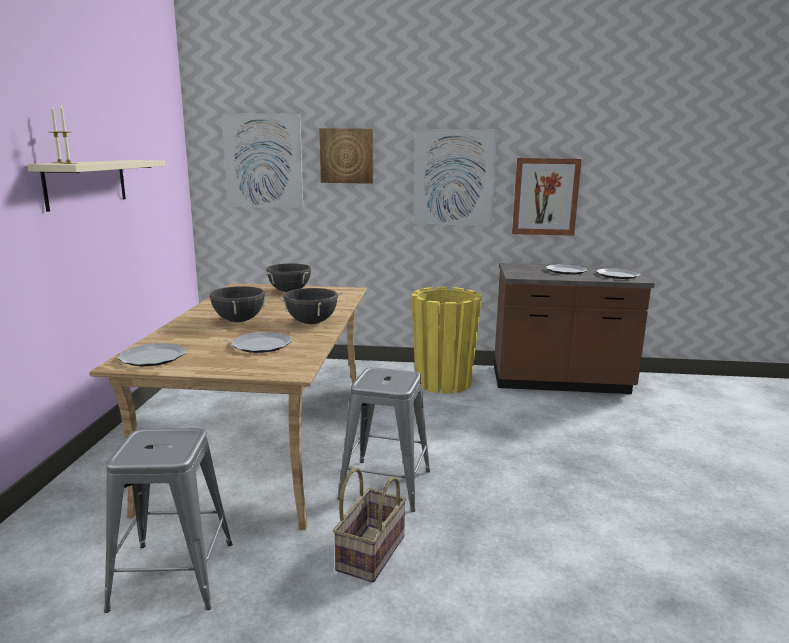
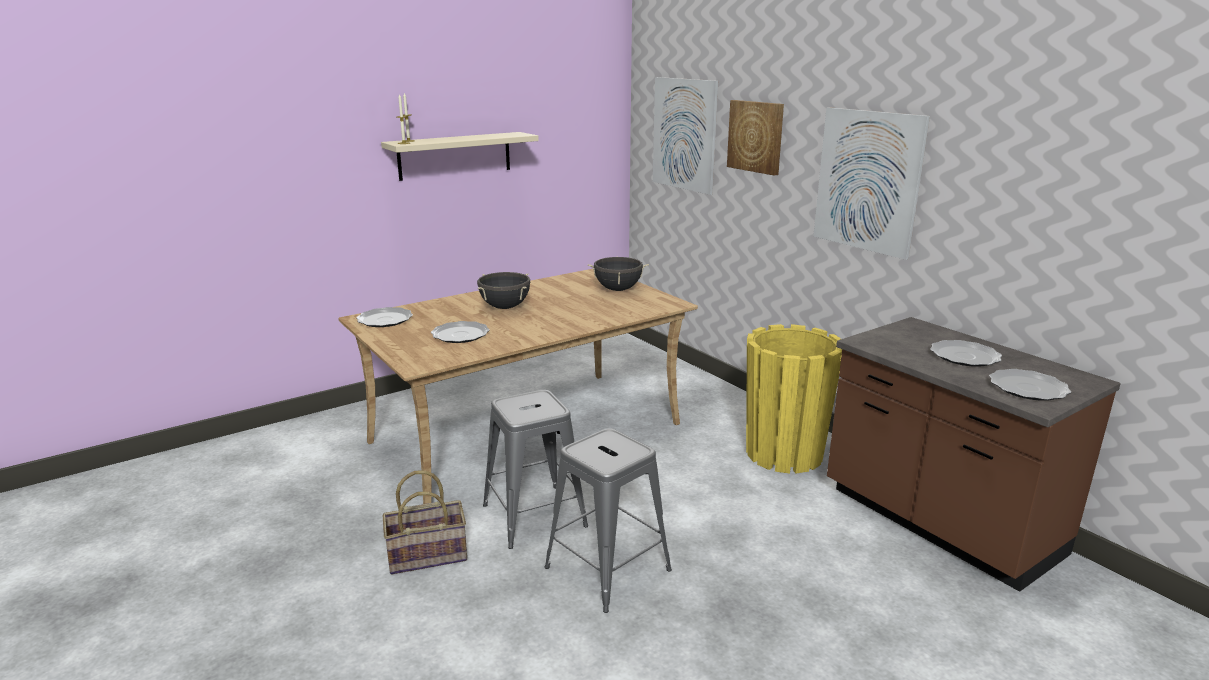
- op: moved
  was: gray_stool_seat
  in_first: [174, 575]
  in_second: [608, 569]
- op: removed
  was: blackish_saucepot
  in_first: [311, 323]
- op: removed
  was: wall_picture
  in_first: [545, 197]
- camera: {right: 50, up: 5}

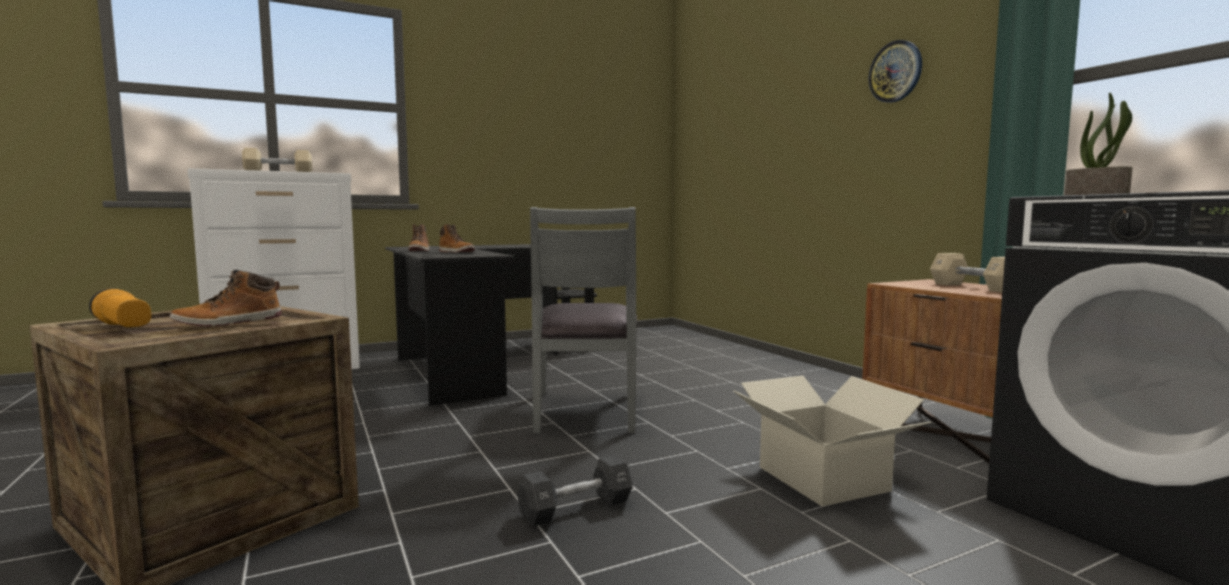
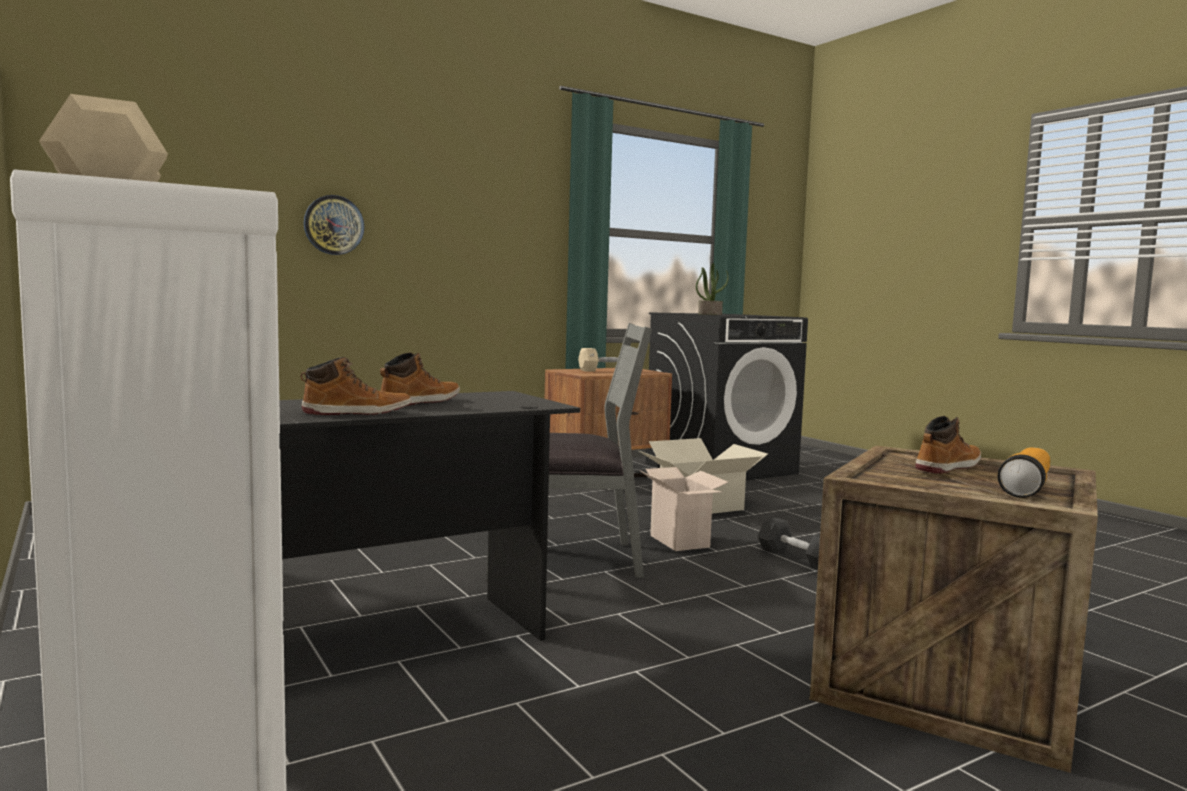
- op: moved
  was: wall_clock
  in_first: [895, 72]
  in_second: [333, 225]
- op: added
  now: carton
  in_second: [682, 541]
- op: turned
  was: high-top_boot
  in_first: [230, 322]
  in_second: [947, 467]
  clockwise: -75
- camera: {right: -95, up: 0}

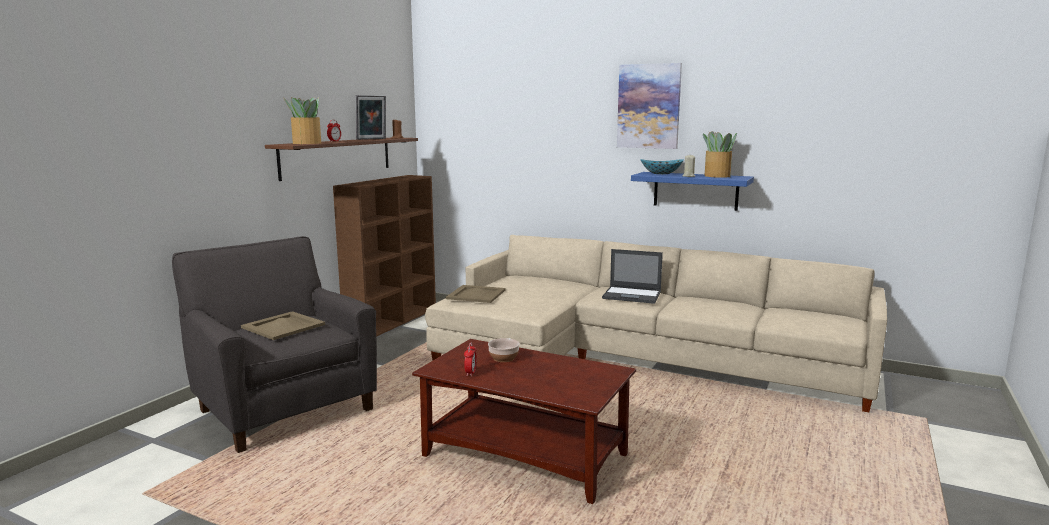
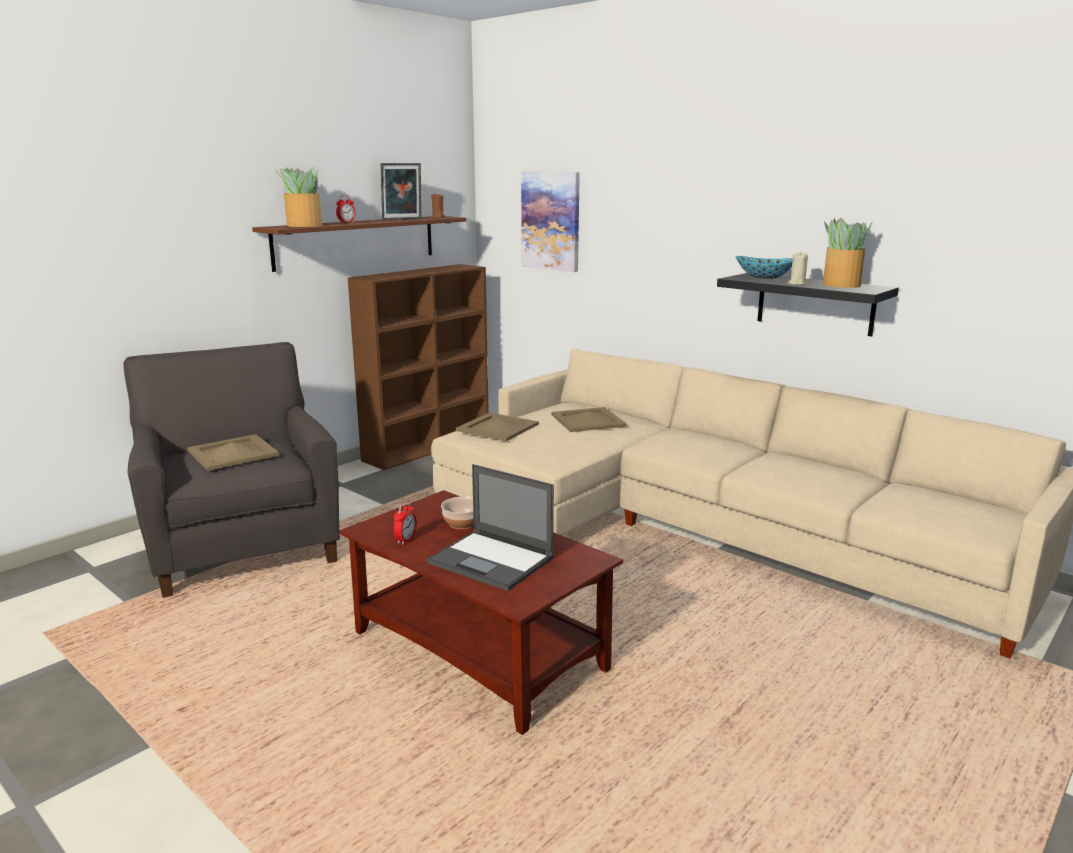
- op: moved
  was: portable_computer
  in_first: [632, 295]
  in_second: [492, 560]
- op: moved
  was: wall_picture
  in_first: [649, 106]
  in_second: [551, 221]
- op: added
  now: beige_serving_tray
  in_second: [587, 420]
- op: recoloured
  was: bluish_shelf
  now: blackish_shelf
  in_first: [695, 191]
  in_second: [815, 304]
- camera: {right: 15, up: 5}

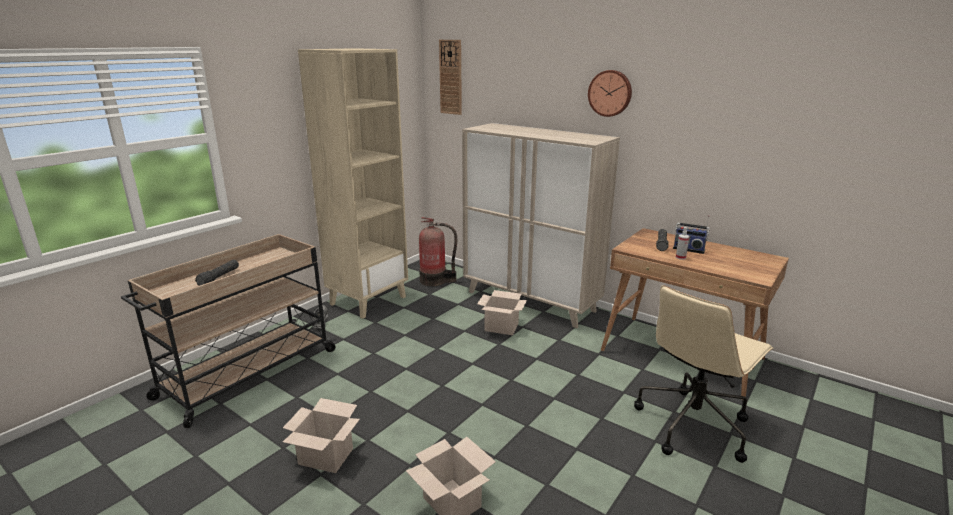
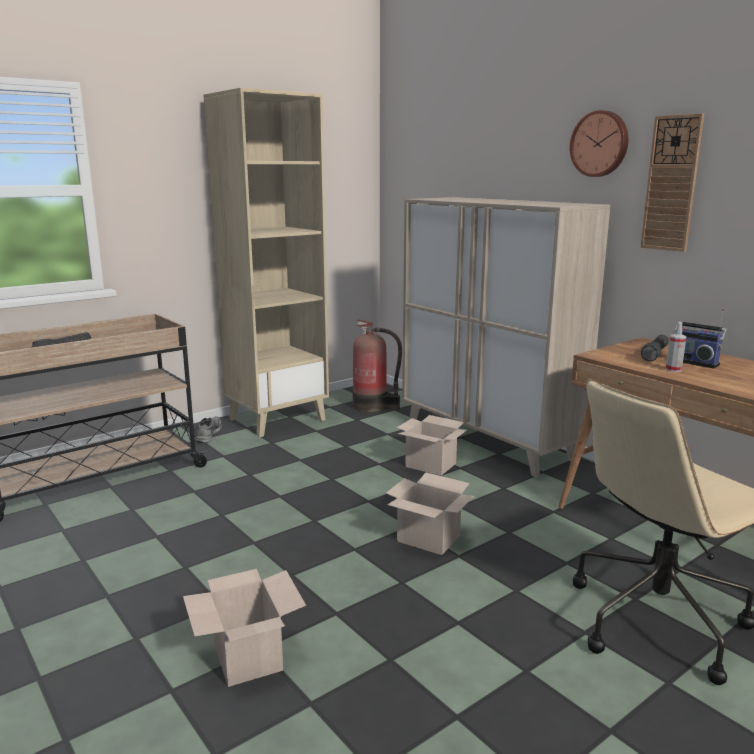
- op: moved
  was: carton
  in_first: [324, 457]
  in_second: [426, 539]
- op: moved
  was: wall_clock
  in_first: [451, 77]
  in_second: [671, 184]
- camera: {right: 15, up: -5}

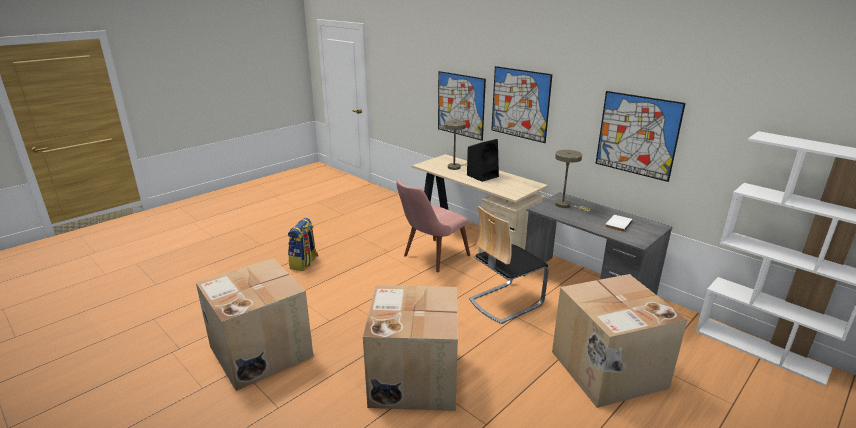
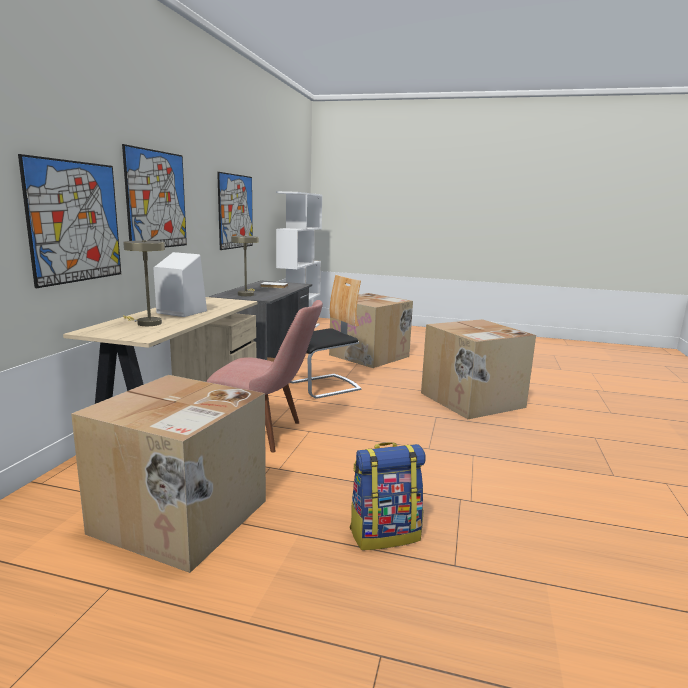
- op: moved
  was: carton
  in_first: [259, 351]
  in_second: [181, 518]
- op: recoloured
  was: blackish_loudspeaker
  now: white-coloured_loudspeaker
  in_first: [483, 175]
  in_second: [180, 312]
- op: turned
  was: upright_chair
  in_first: [505, 301]
  in_second: [323, 386]
  clockwise: -60
- camera: {right: -120, up: -10}

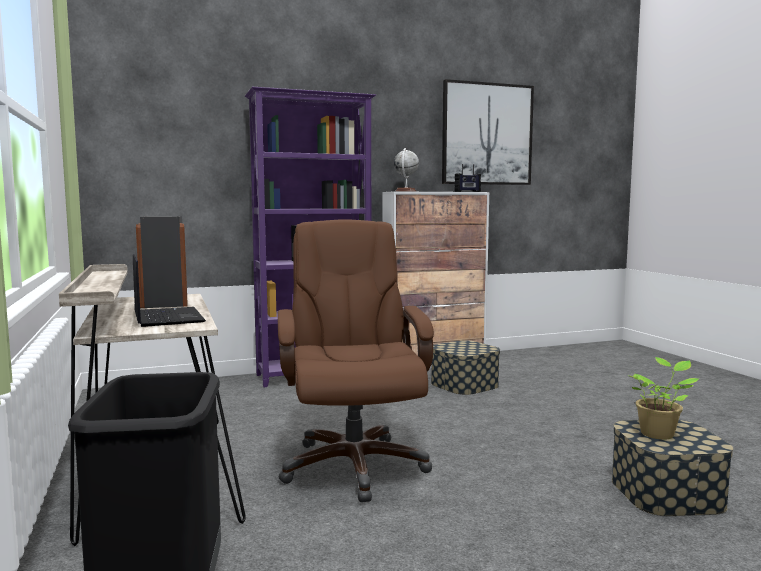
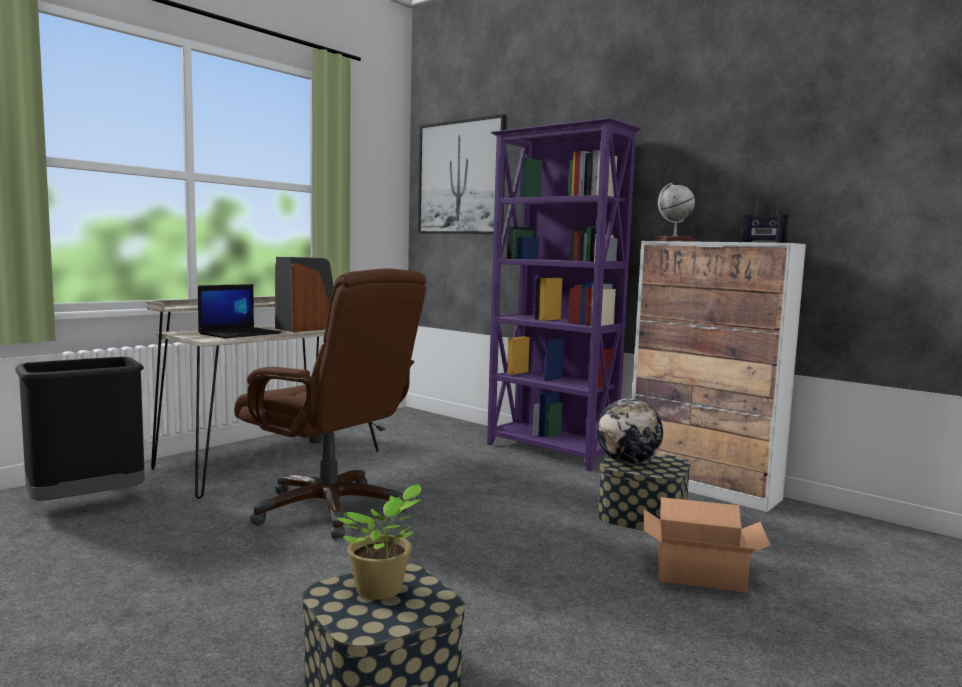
- op: turned
  was: brownish_office_chair
  in_first: [353, 465]
  in_second: [330, 509]
  clockwise: 75
- op: moved
  was: wall_picture
  in_first: [487, 134]
  in_second: [461, 178]
- op: added
  now: world_globe
  in_second: [627, 462]
- op: added
  now: carton
  in_second: [701, 573]
- camera: {right: 60, up: 0}

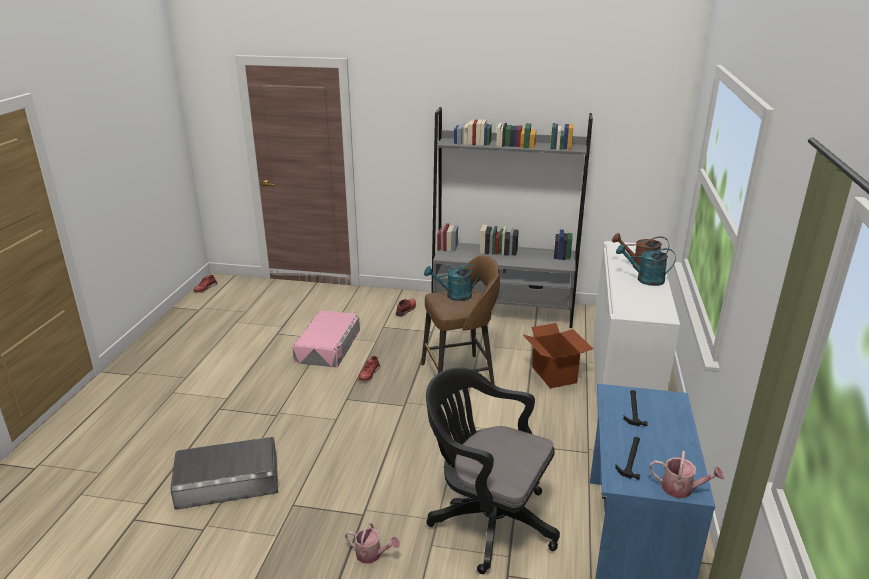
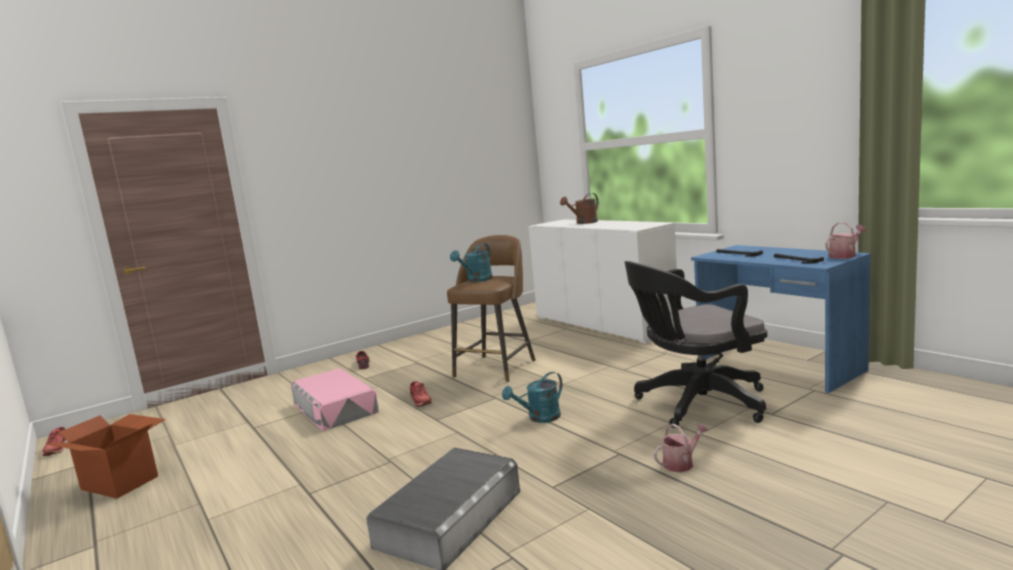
- op: moved
  was: carton
  in_first: [554, 374]
  in_second: [120, 482]
- op: moved
  was: turquoise-coloured_watering_pot
  in_first: [645, 279]
  in_second: [539, 418]
- op: removed
  was: gray_shelving_unit
  in_first: [503, 311]
- camera: {right: -45, up: -15}

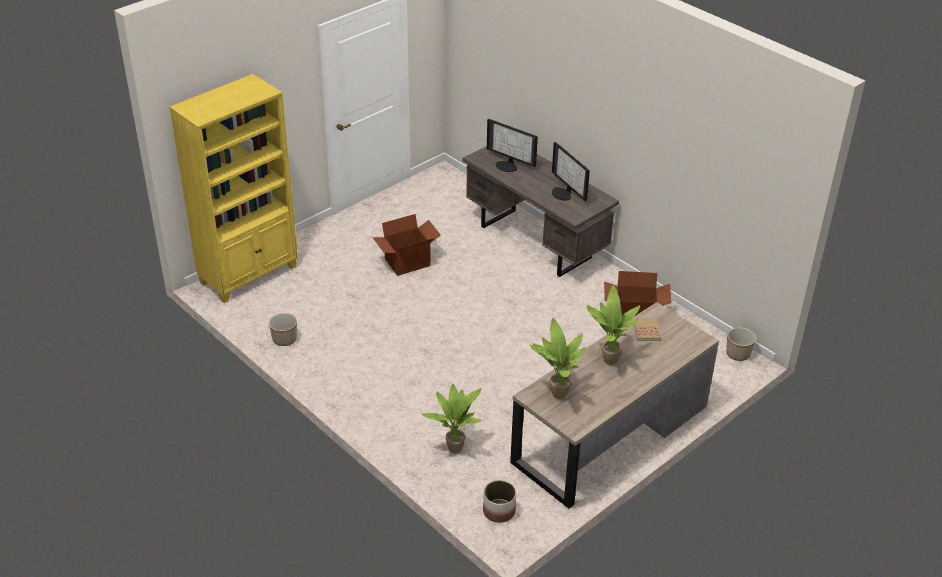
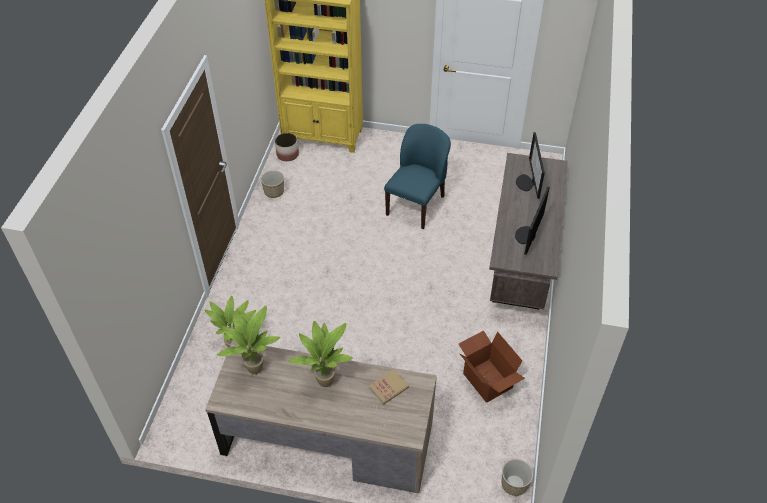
- op: moved
  was: plant_pot
  in_first: [499, 511]
  in_second: [287, 154]
- op: replaced
  was: carton
  now: bluish_upright_chair
  in_first: [407, 263]
  in_second: [416, 205]
- camera: {right: 55, up: 10}

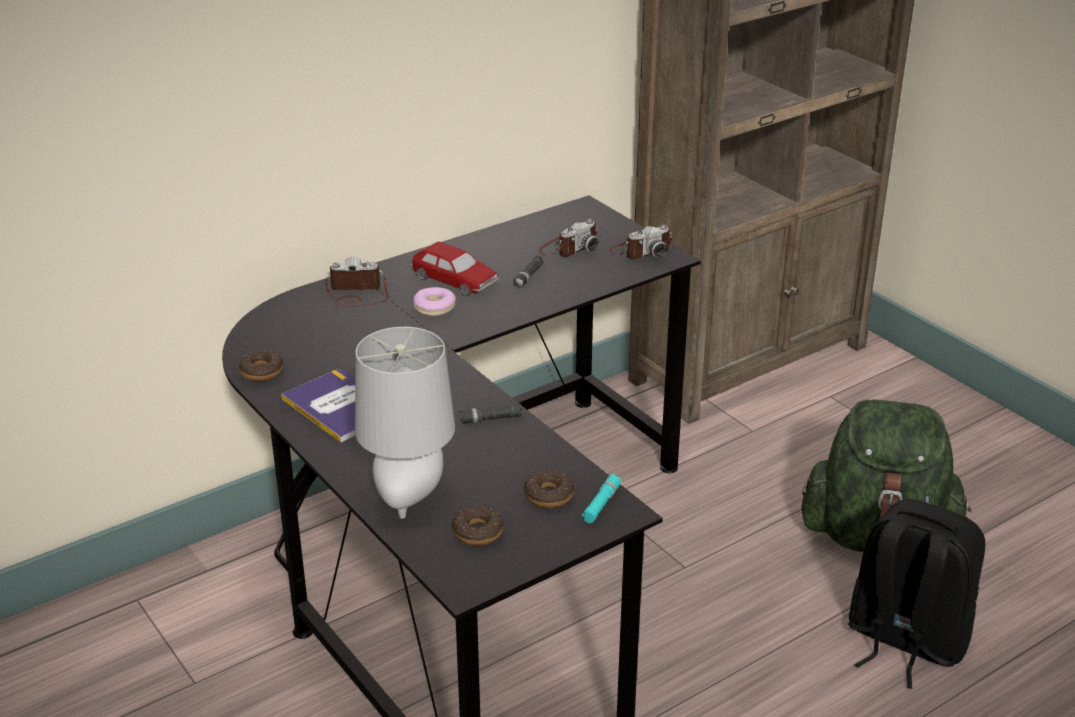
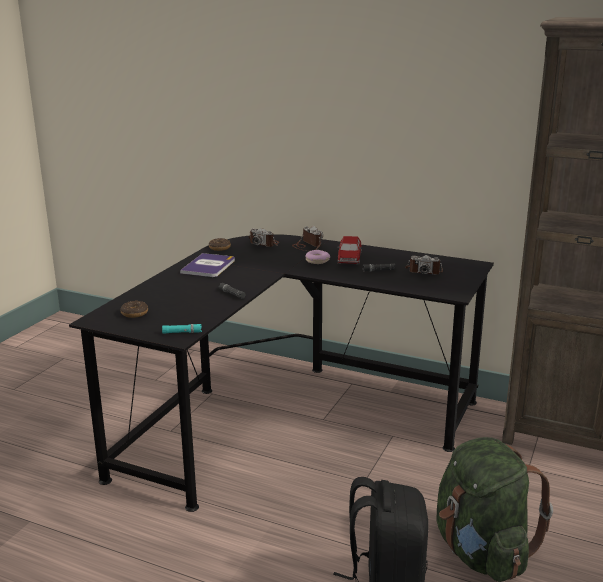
- op: moved
  was: still_camera
  in_first: [641, 251]
  in_second: [264, 243]
- op: removed
  was: gray_lamp_for_a_table
  in_first: [409, 498]
- op: removed
  was: doughnut
  in_first: [549, 495]
- camera: {right: 60, up: -10}

